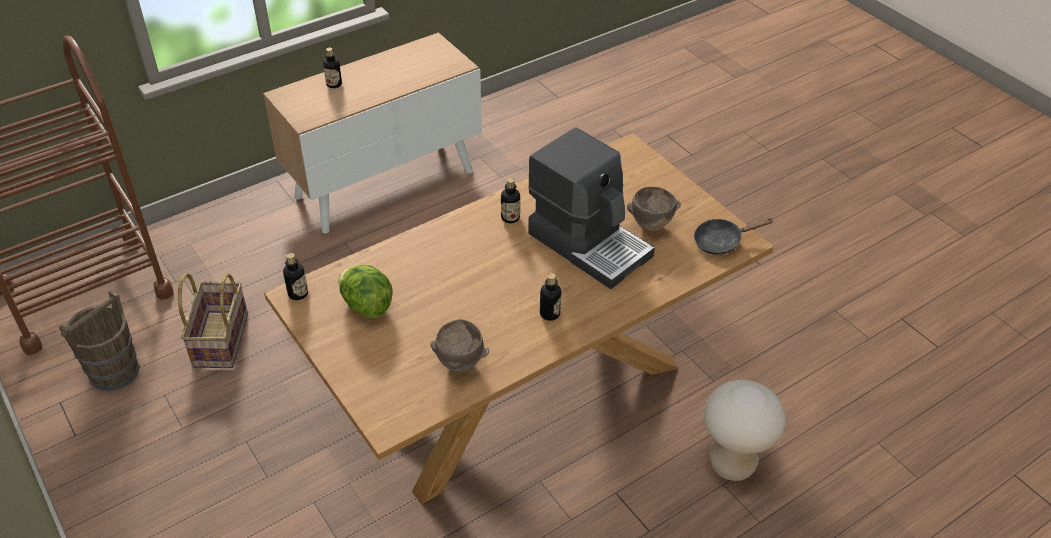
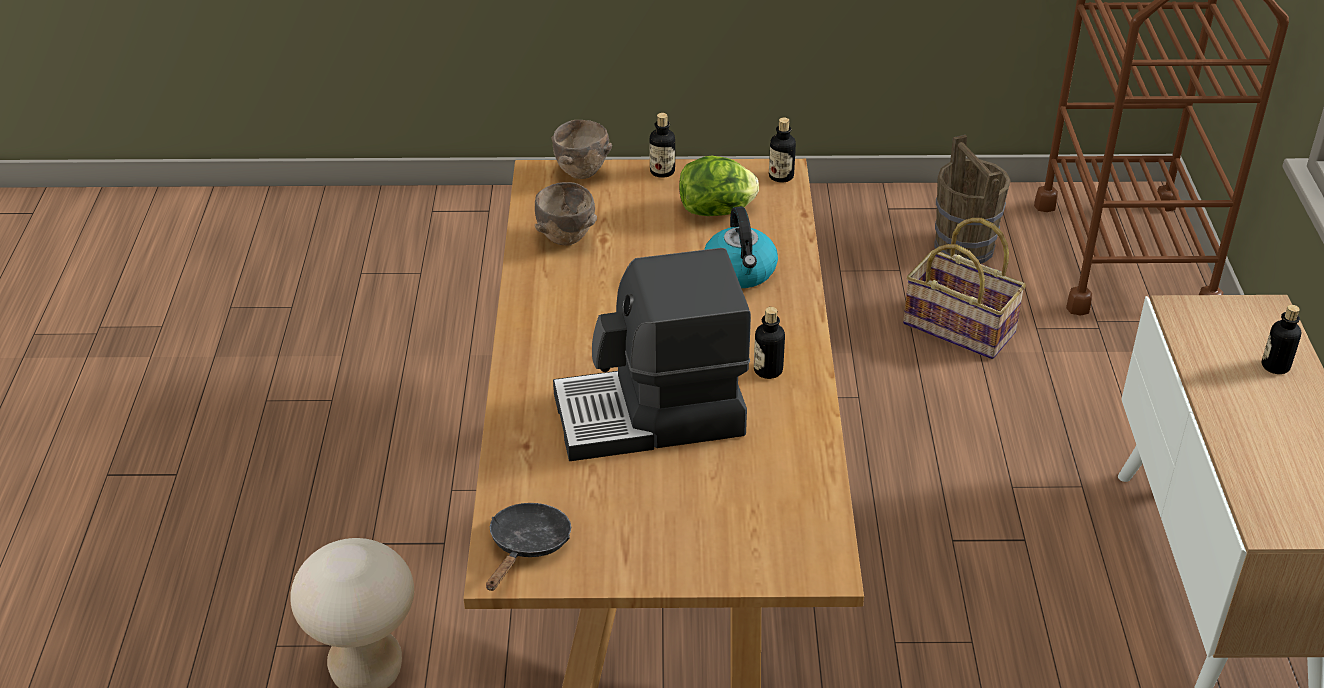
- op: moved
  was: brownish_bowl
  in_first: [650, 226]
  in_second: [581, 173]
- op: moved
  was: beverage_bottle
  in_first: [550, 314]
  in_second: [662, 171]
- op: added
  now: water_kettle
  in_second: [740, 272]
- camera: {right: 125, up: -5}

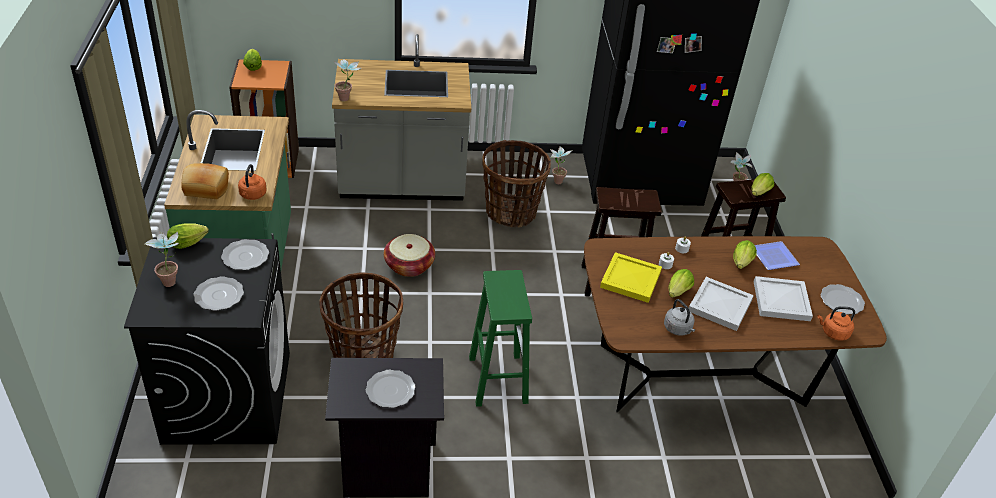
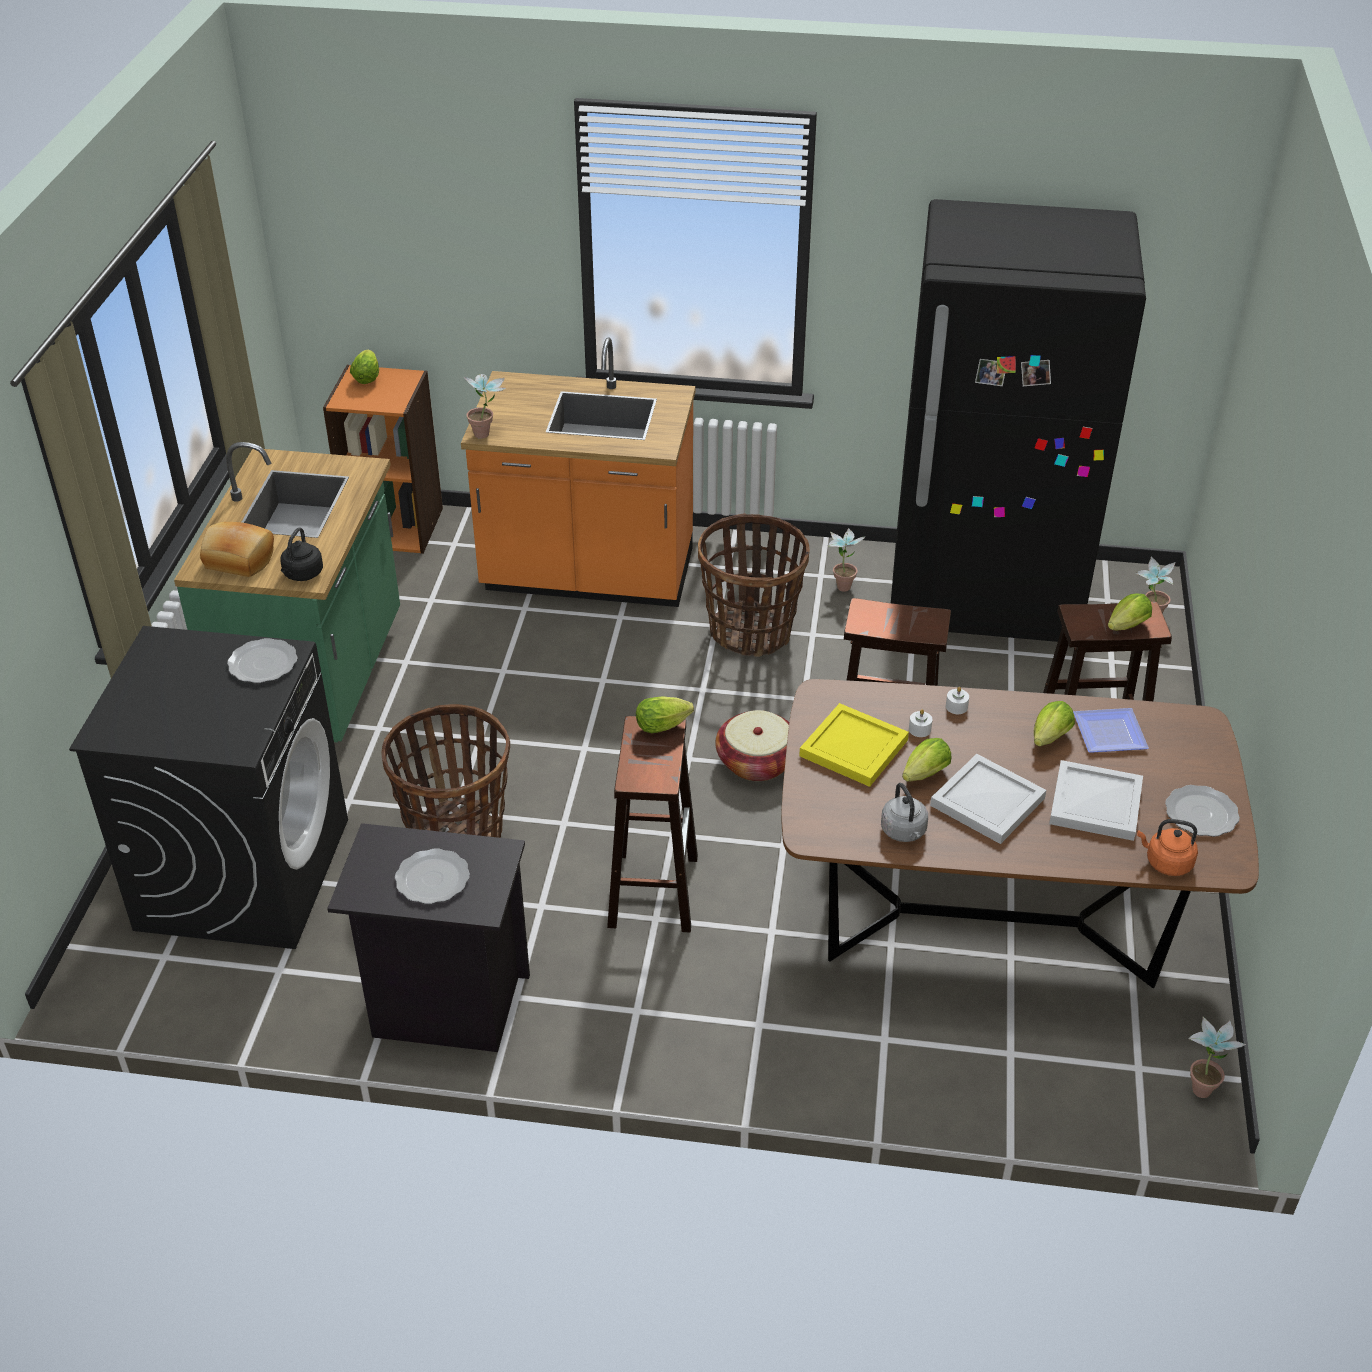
- op: recoloured
  was: orange-coloured_water_kettle
  now: blackish_water_kettle
  in_first: [252, 195]
  in_second: [302, 575]
- op: recoloured
  was: gray_kitchen_base_unit
  now: orange-coloured_kitchen_base_unit
  in_first: [402, 185]
  in_second: [588, 576]
- op: recoloured
  was: green-coloured_stool_seat
  now: brownish_stool_seat
  in_first: [497, 379]
  in_second: [653, 889]
- op: moved
  was: lettuce
  in_first: [190, 243]
  in_second: [665, 725]
- op: moved
  was: storage_basket
  in_first: [409, 265]
  in_second: [757, 762]
- op: moved
  was: plant_in_a_pot
  in_first: [171, 279]
  in_second: [1202, 1084]
- op: removed
  was: flat_dish
  in_first: [218, 295]
- camera: {right: 15, up: 0}

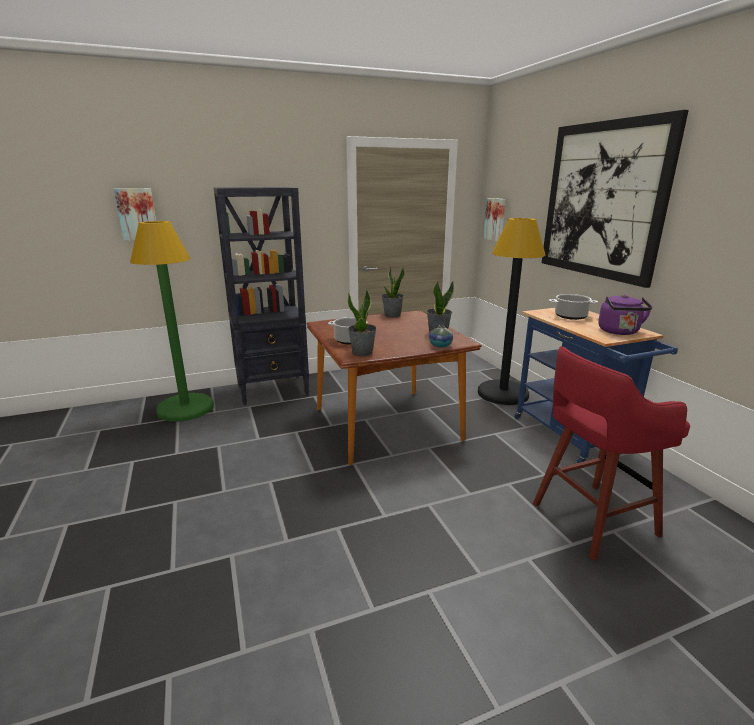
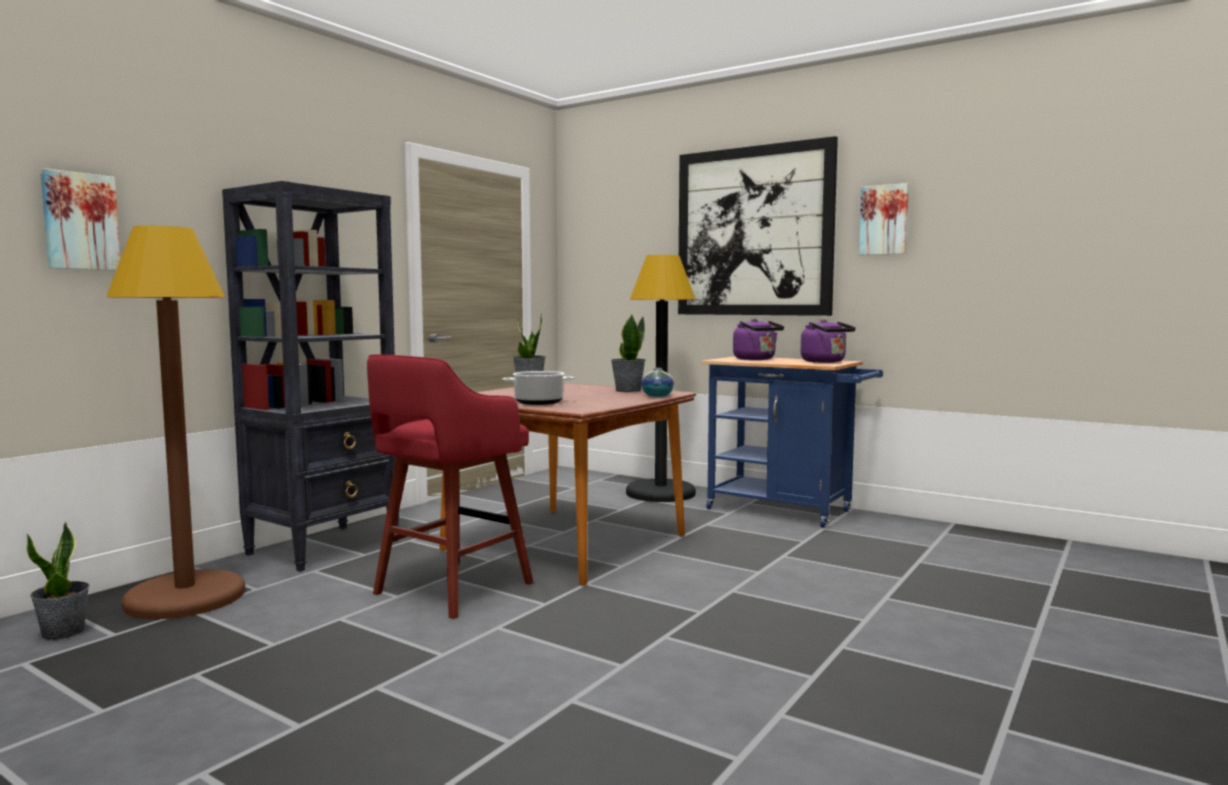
- op: moved
  was: plant_in_a_pot
  in_first: [362, 352]
  in_second: [64, 632]
- op: recoloured
  was: green-coloured_floor_lamp
  now: brownish_floor_lamp
  in_first: [185, 408]
  in_second: [185, 597]
- op: moved
  was: reddish_stool_seat
  in_first: [590, 520]
  in_second: [450, 590]
- op: replaced
  was: saucepot
  now: purple_water_kettle
  in_first: [570, 316]
  in_second: [756, 359]
- op: moved
  was: wall_picture
  in_first: [495, 219]
  in_second: [884, 220]
- camera: {right: -35, up: -15}

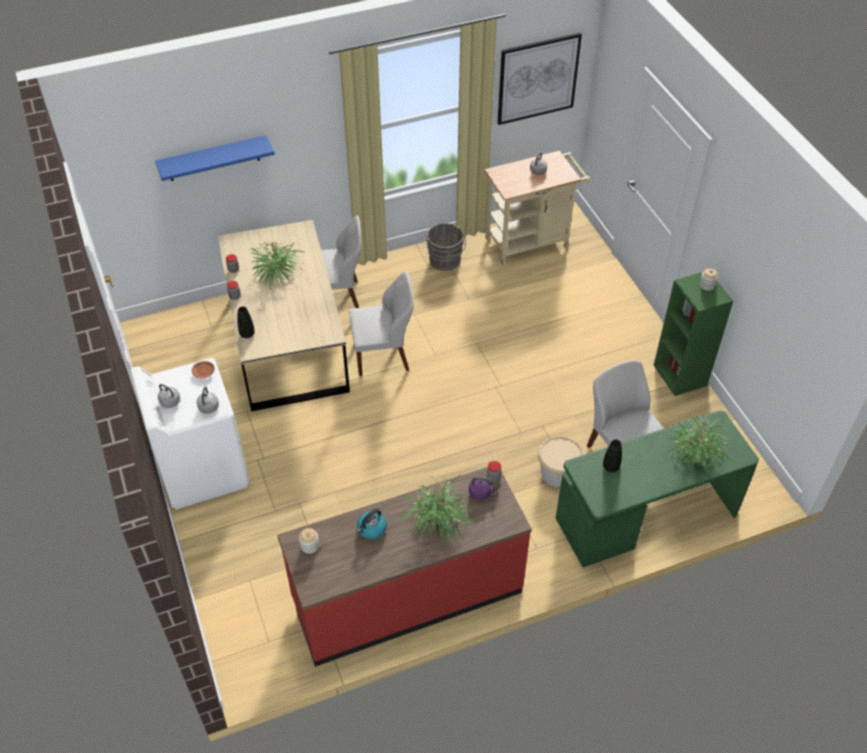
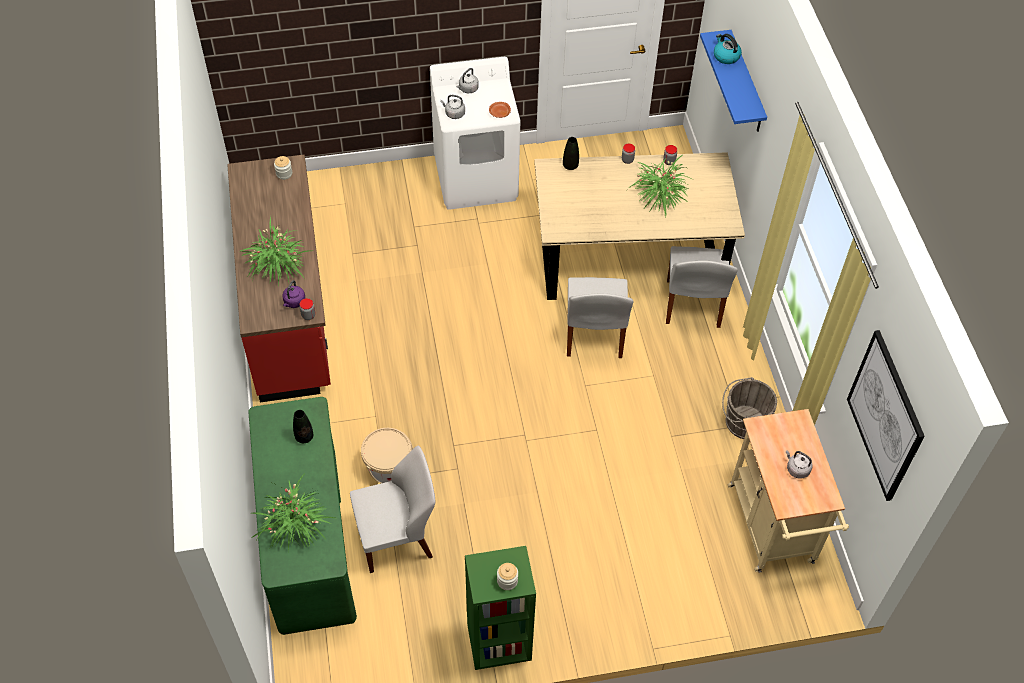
- op: moved
  was: water_kettle
  in_first: [371, 529]
  in_second: [726, 56]
- camera: {right: 100, up: 5}

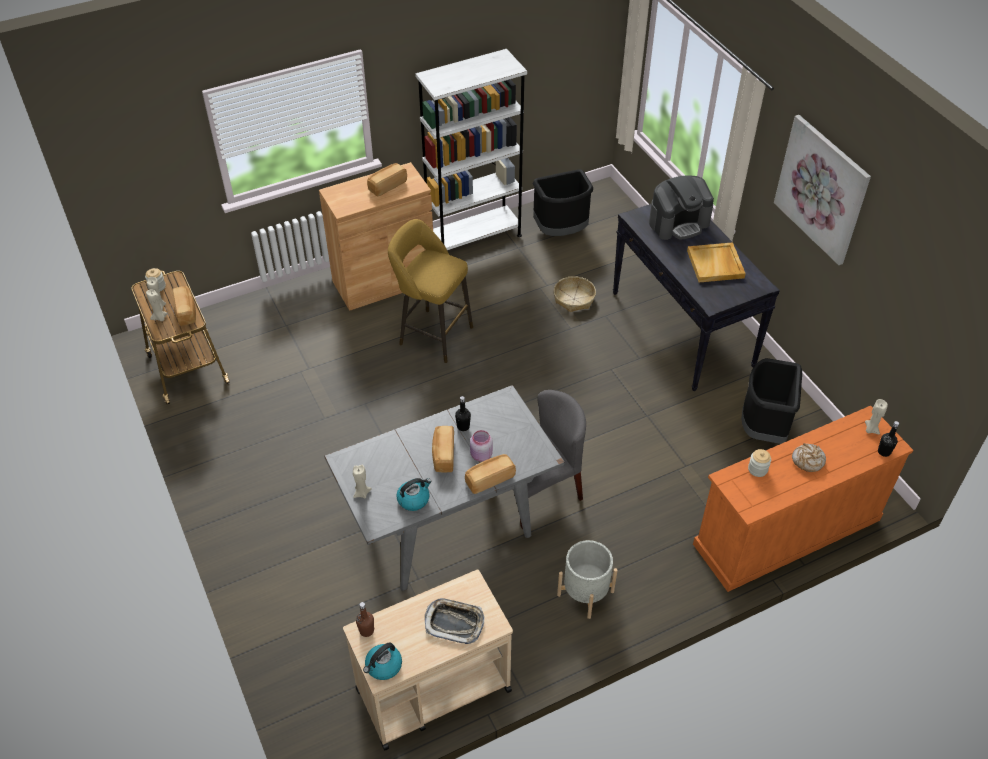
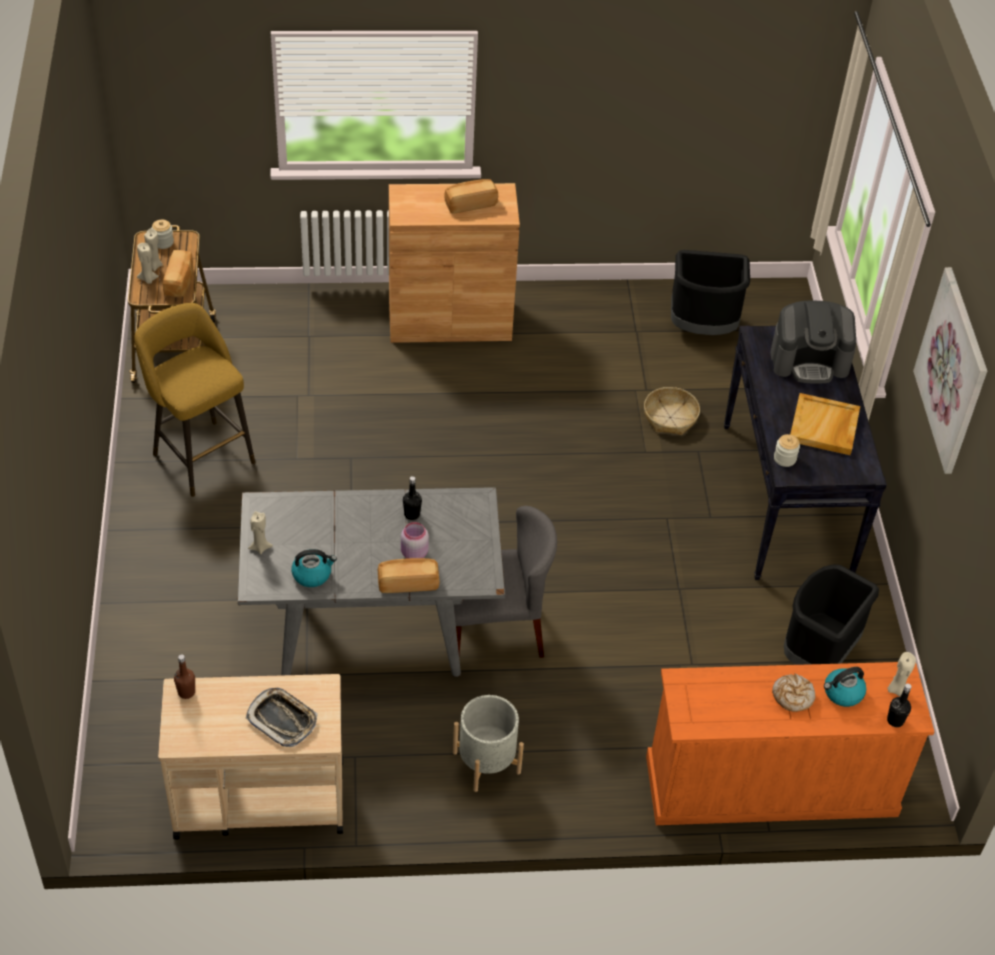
- op: moved
  was: yellow-coloured_stool_seat
  in_first: [432, 334]
  in_second: [200, 454]
- op: moved
  was: storage_jar
  in_first: [757, 469]
  in_second: [784, 458]
- op: moved
  was: water_kettle
  in_first: [383, 666]
  in_second: [842, 693]
- op: removed
  was: white-coloured_shelving_unit
  in_first: [474, 237]
- op: removed
  was: baked_bread
  in_first: [443, 455]
- camera: {right: 20, up: 0}

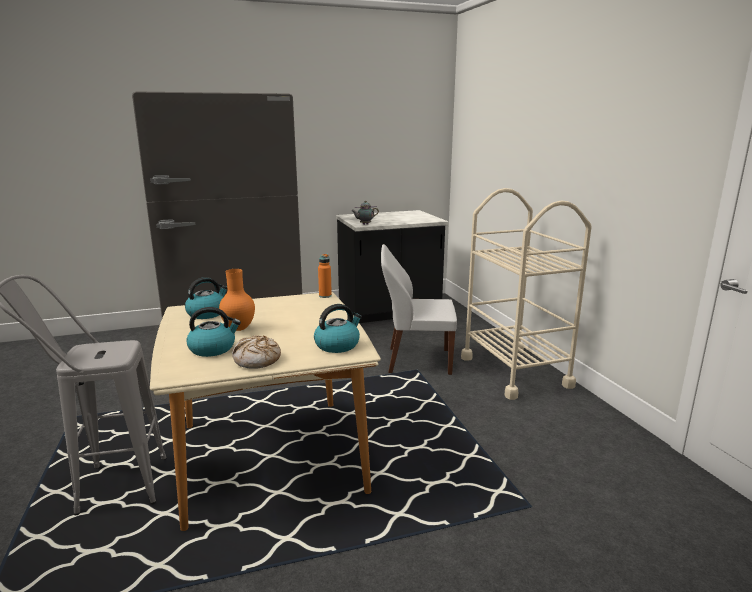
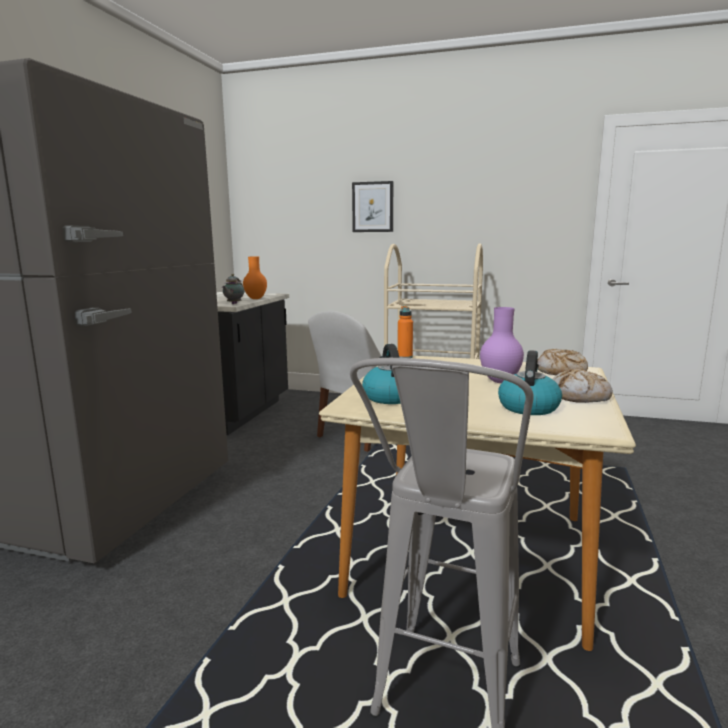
- op: moved
  was: orange-coloured_flower_vase
  in_first: [238, 329]
  in_second: [256, 298]
- op: added
  now: wall_picture
  in_second: [372, 207]
- op: added
  now: purple_flower_vase
  in_second: [501, 381]
- op: replaced
  was: water_kettle
  now: baked_bread
  in_first: [337, 345]
  in_second: [561, 371]
- camera: {right: -55, up: -5}

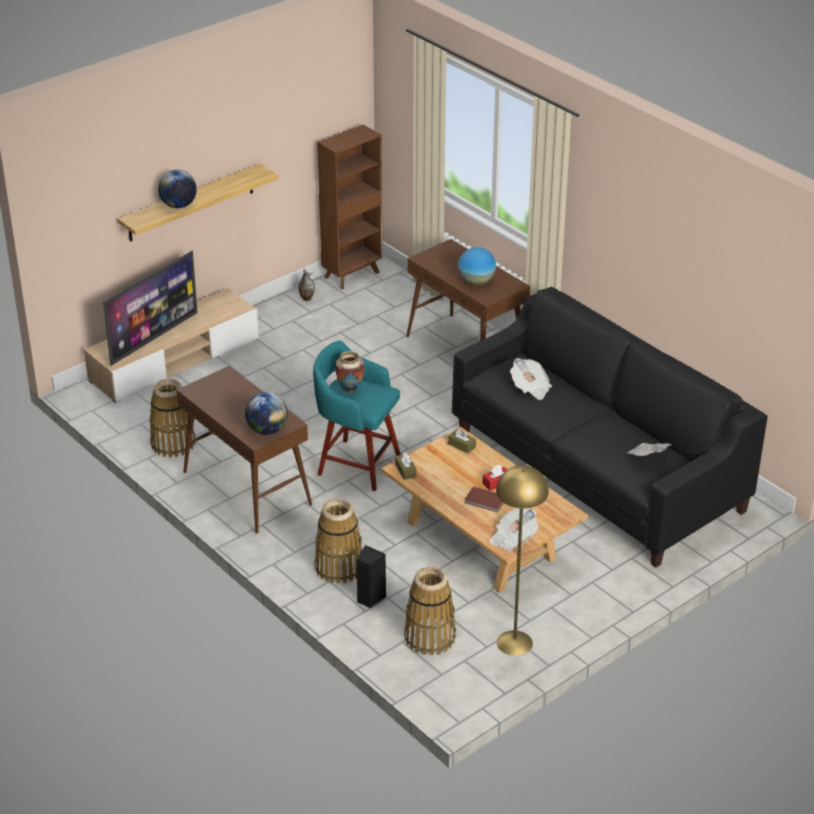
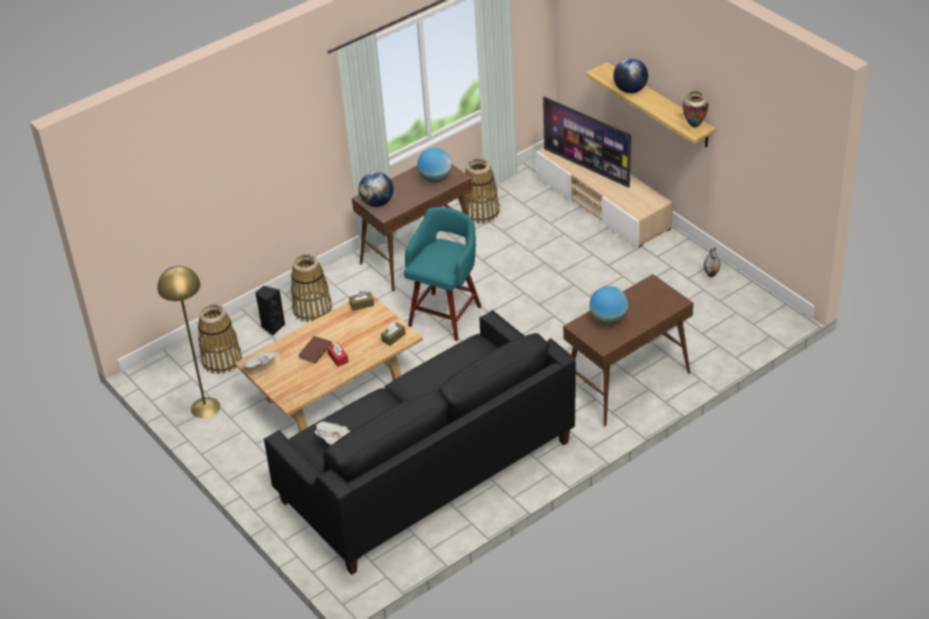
- op: added
  now: world_globe
  in_second: [435, 178]
- op: moved
  was: flower_vase
  in_first: [350, 390]
  in_second: [694, 125]
- op: removed
  was: brownish_shelving_unit
  in_first: [353, 274]
- op: removed
  was: daily_paper
  in_first: [530, 388]
- camera: {right: 95, up: 5}

